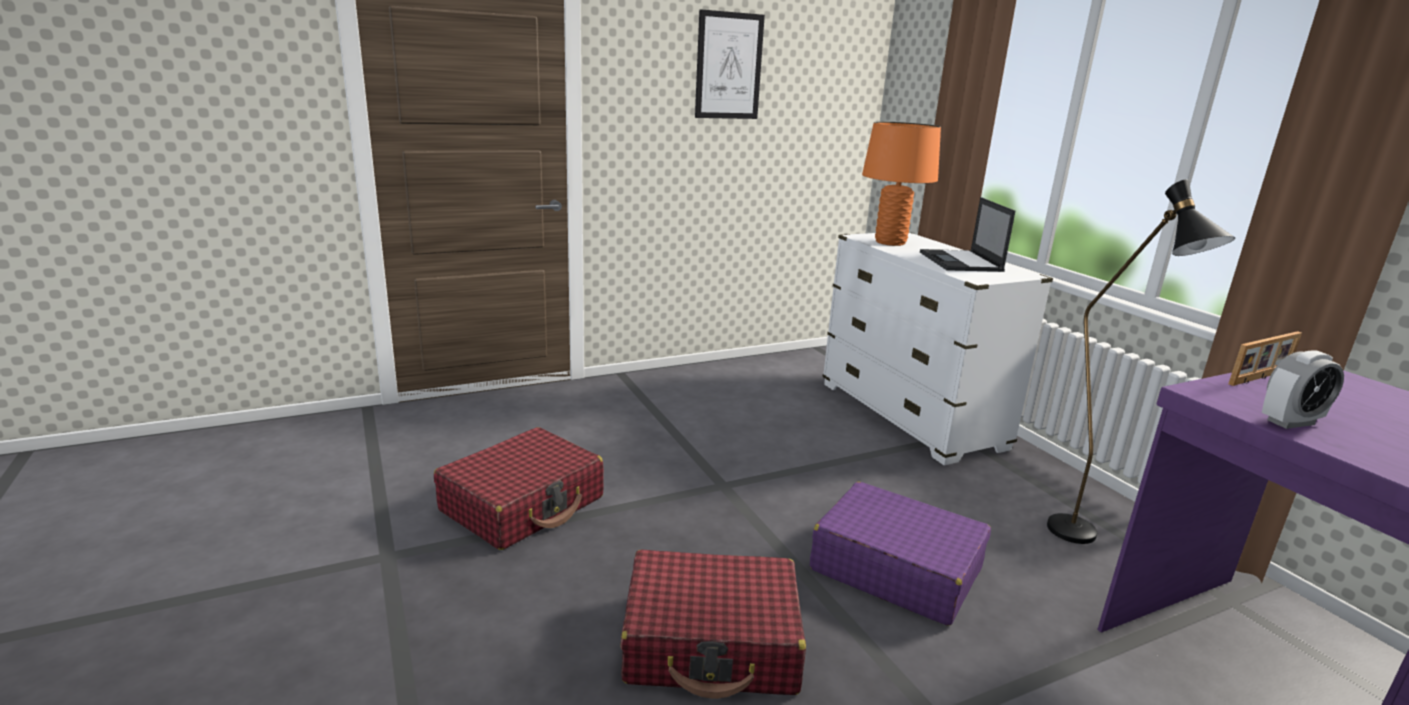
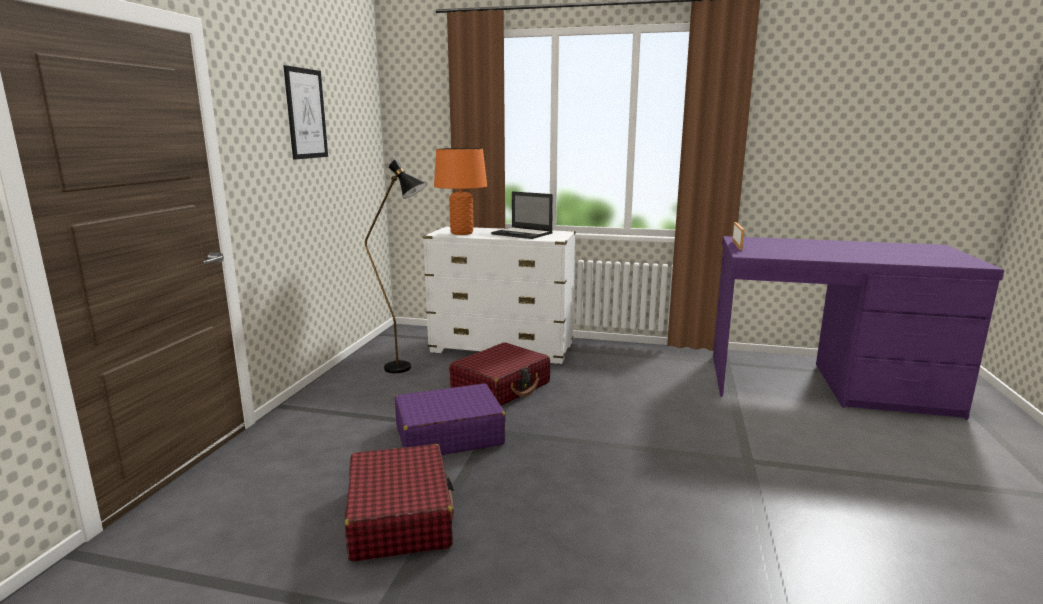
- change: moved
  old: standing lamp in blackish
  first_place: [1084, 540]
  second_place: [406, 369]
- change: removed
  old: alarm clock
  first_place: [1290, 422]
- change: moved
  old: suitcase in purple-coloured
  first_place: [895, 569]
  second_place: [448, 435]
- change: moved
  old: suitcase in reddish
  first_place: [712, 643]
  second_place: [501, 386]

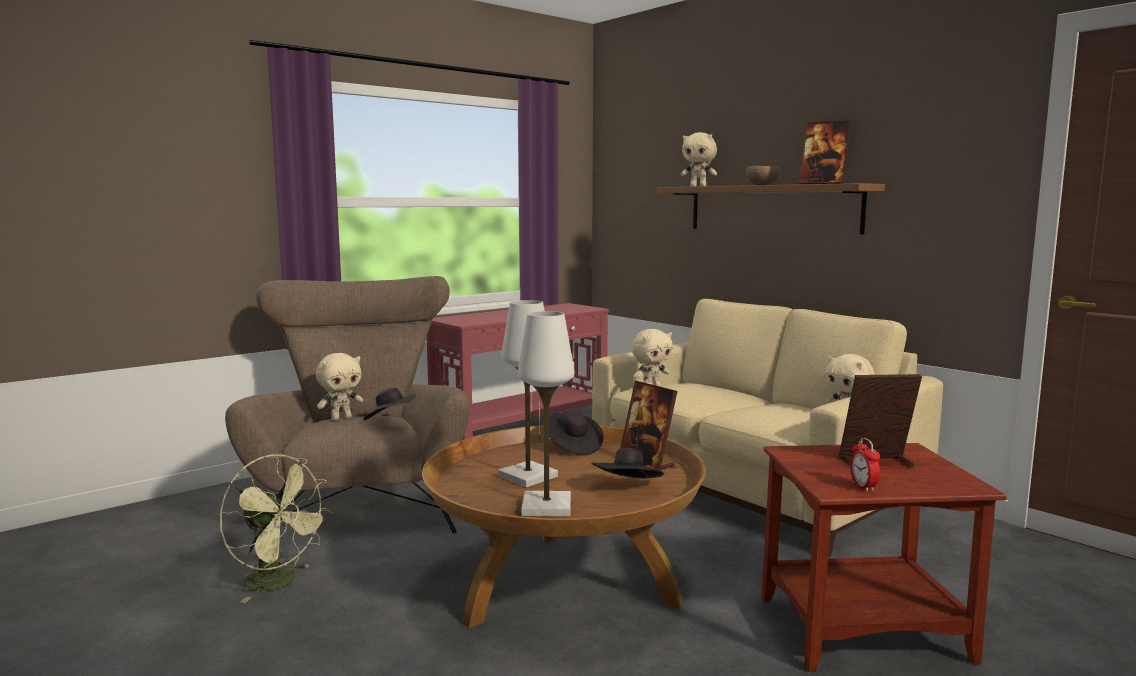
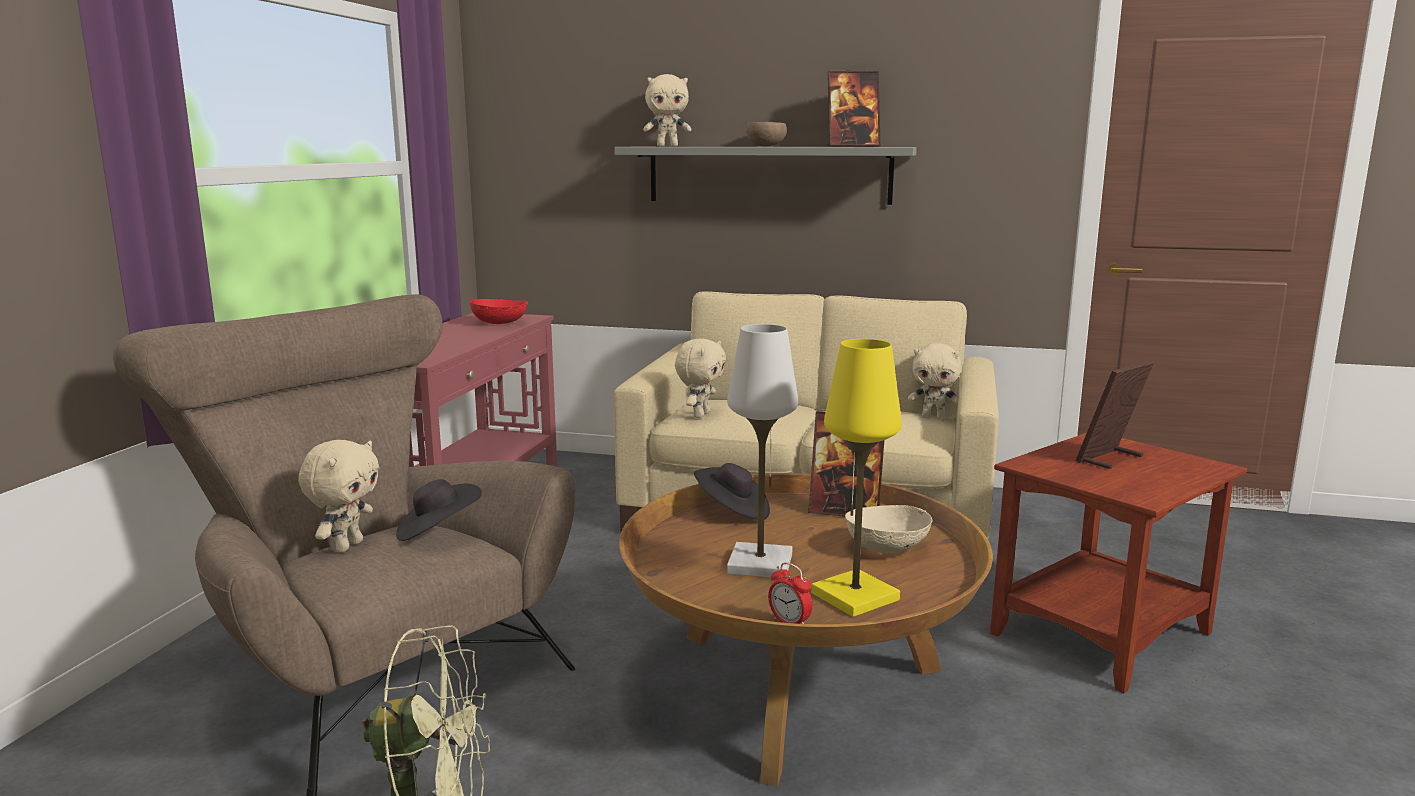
- change: recoloured
  old: bracket shelf in brown-coloured
  new: bracket shelf in gray
  first_place: [771, 208]
  second_place: [768, 174]
- change: recoloured
  old: table lamp in white-coloured
  new: table lamp in yellow
  first_place: [546, 507]
  second_place: [855, 597]
- change: moved
  old: alarm clock
  first_place: [863, 487]
  second_place: [789, 623]
- change: replaced
  old: wearable hat in blackish
  new: deep dish in sand-coloured
  first_place: [627, 488]
  second_place: [886, 548]
- change: added
  new: deep dish in reddish
  second_place: [500, 323]

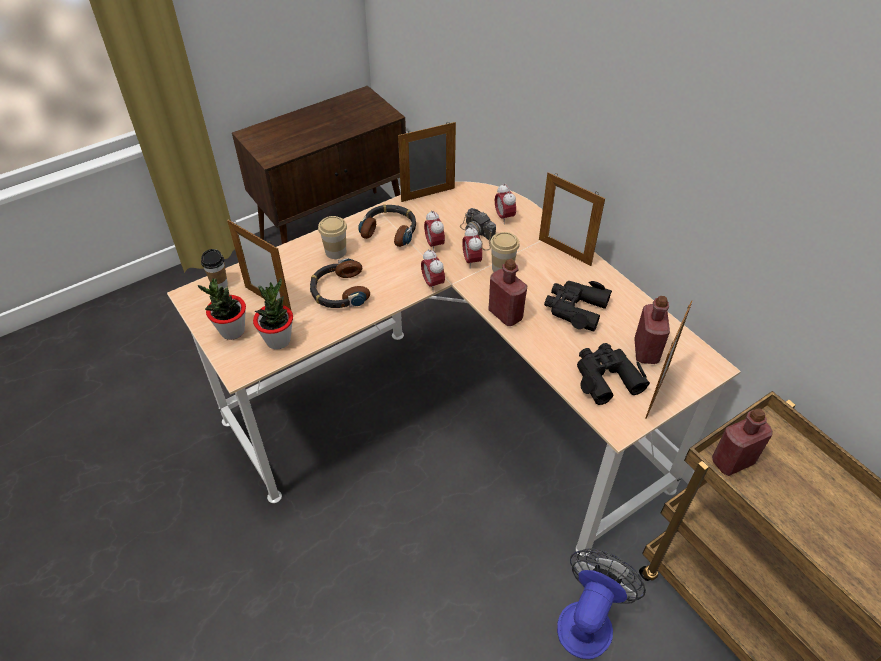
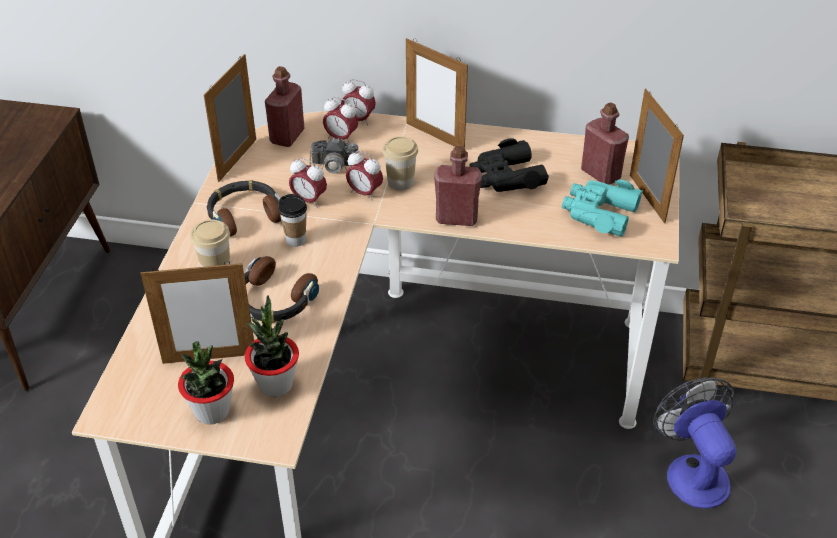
- change: turned
  old: standing frame
  first_place: [564, 252]
  second_place: [435, 136]
  degrees: 45
- change: moved
  old: cup
  first_place: [219, 285]
  second_place: [296, 240]
- change: moved
  old: alarm clock
  first_place: [432, 284]
  second_place: [358, 120]
- change: recoloured
  old: pair of binoculars in blackish
  new: pair of binoculars in blue-green
  first_place: [606, 377]
  second_place: [599, 213]
- change: moved
  old: beverage bottle in reddish
  first_place: [732, 461]
  second_place: [287, 136]

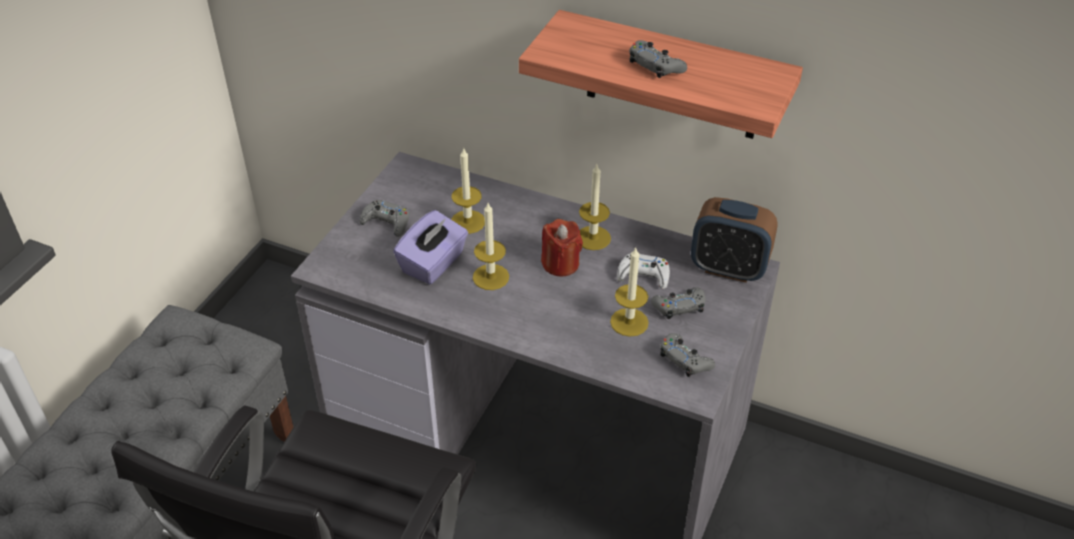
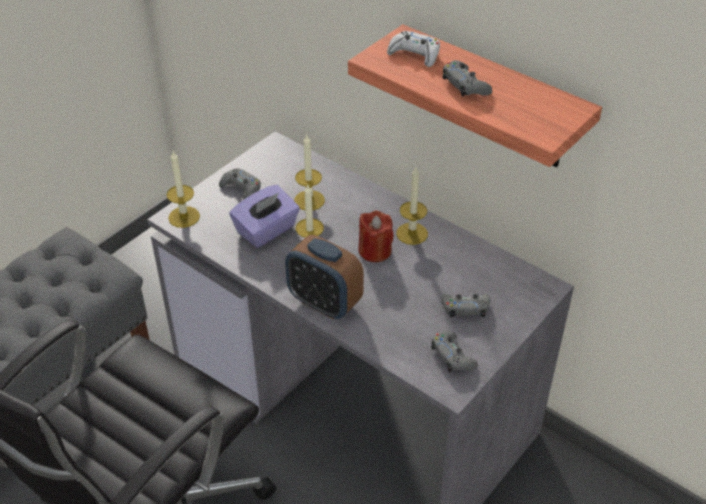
- change: moved
  old: alarm clock
  first_place: [728, 268]
  second_place: [324, 303]
- change: moved
  old: wax light
  first_place: [629, 322]
  second_place: [184, 217]
- change: moved
  old: joypad in white-coloured
  first_place: [643, 276]
  second_place: [414, 54]

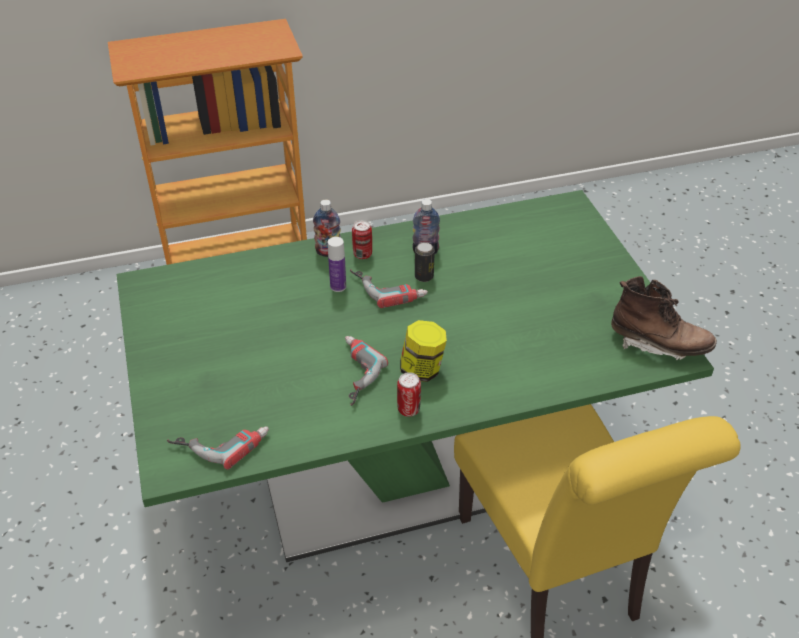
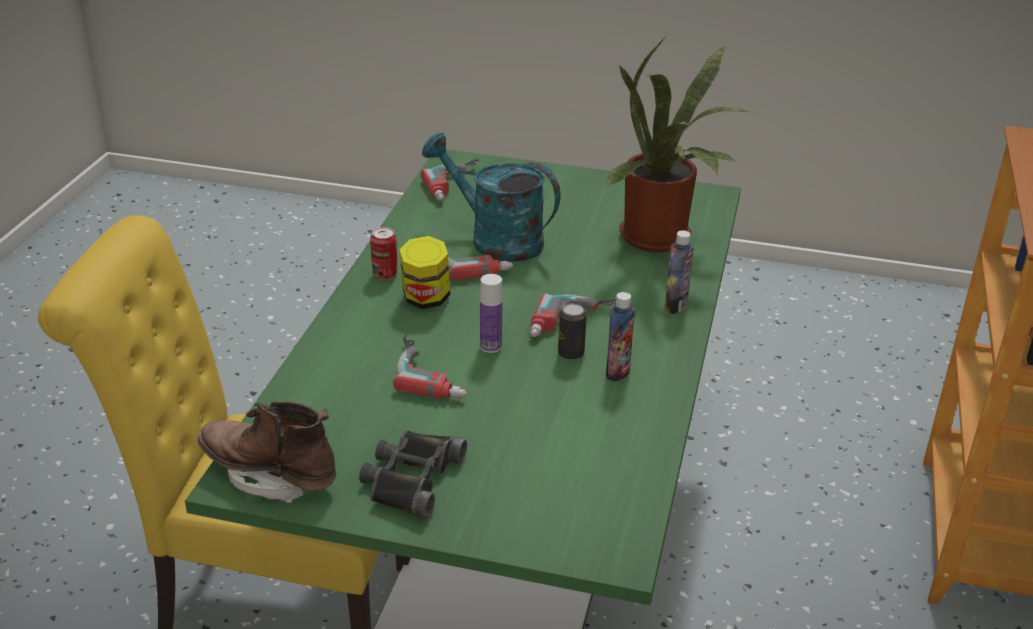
- change: removed
  old: can
  first_place: [362, 254]
- change: moved
  old: beverage bottle
  first_place: [338, 286]
  second_place: [490, 346]
- change: turned
  old: high-top boot in brown-coloured
  first_place: [658, 344]
  second_place: [270, 475]
  degrees: 60
- change: added
  new: houseplant
  second_place: [661, 240]
- change: added
  new: watering pot in blue-green
  second_place: [495, 239]
- change: added
  new: electric drill
  second_place: [433, 372]
- change: added
  new: pair of binoculars in blackish
  second_place: [410, 479]

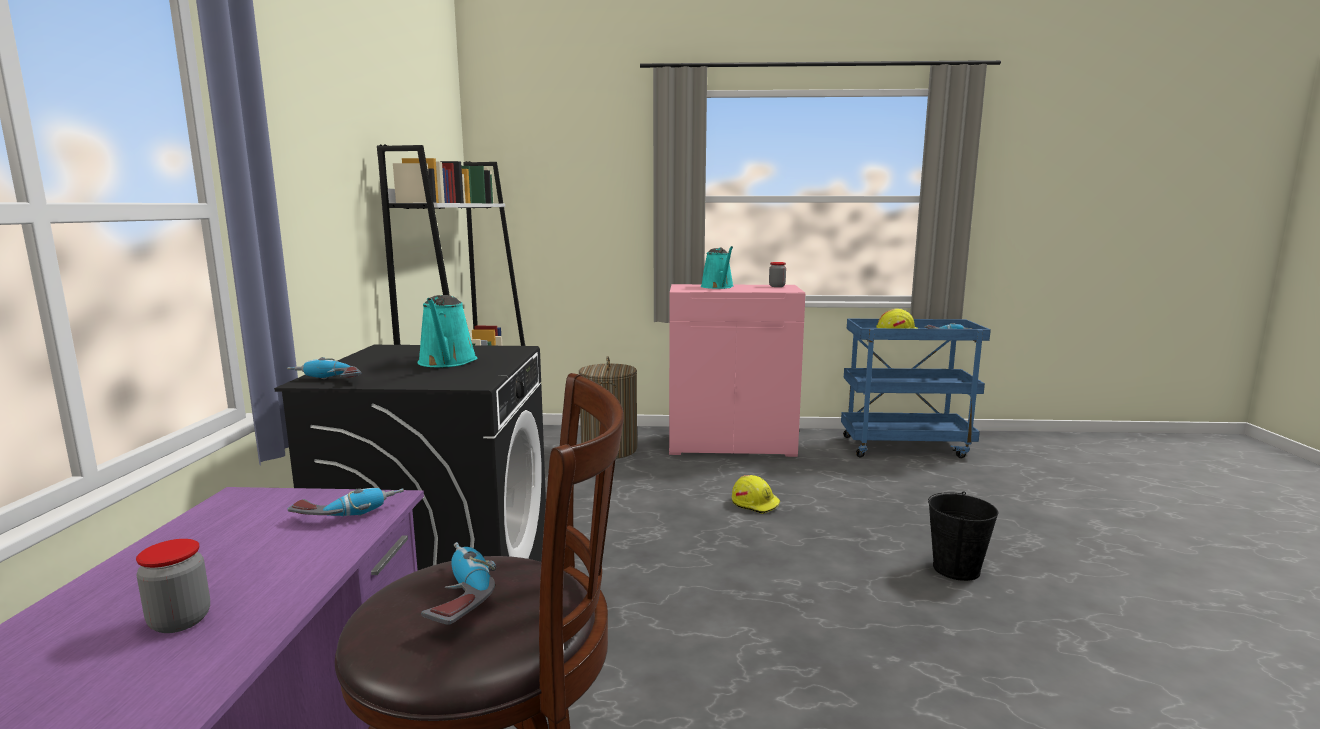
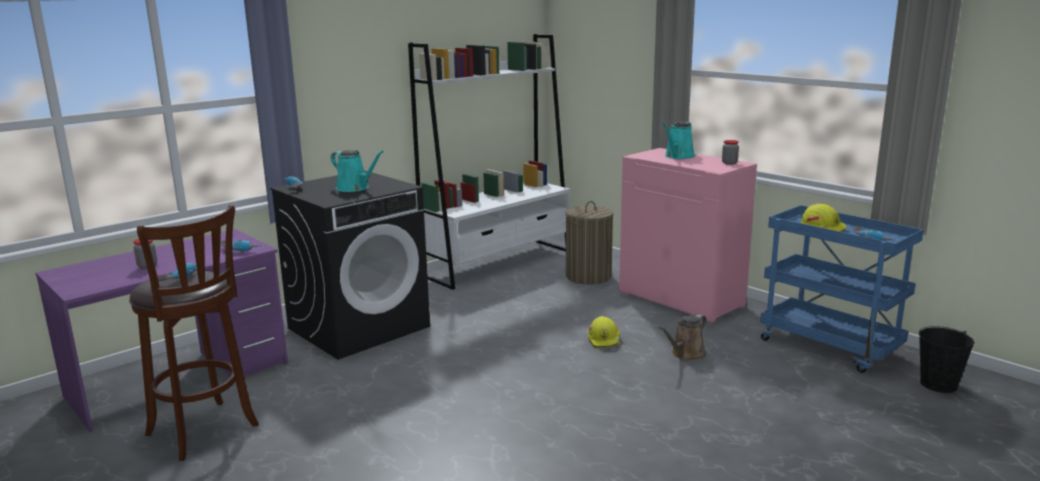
- change: turned
  old: watering pot in blue-green
  first_place: [447, 362]
  second_place: [355, 188]
  degrees: -90
- change: moved
  old: bucket in blackish
  first_place: [956, 569]
  second_place: [938, 384]
- change: added
  new: watering pot in brown-coloured
  second_place: [686, 354]

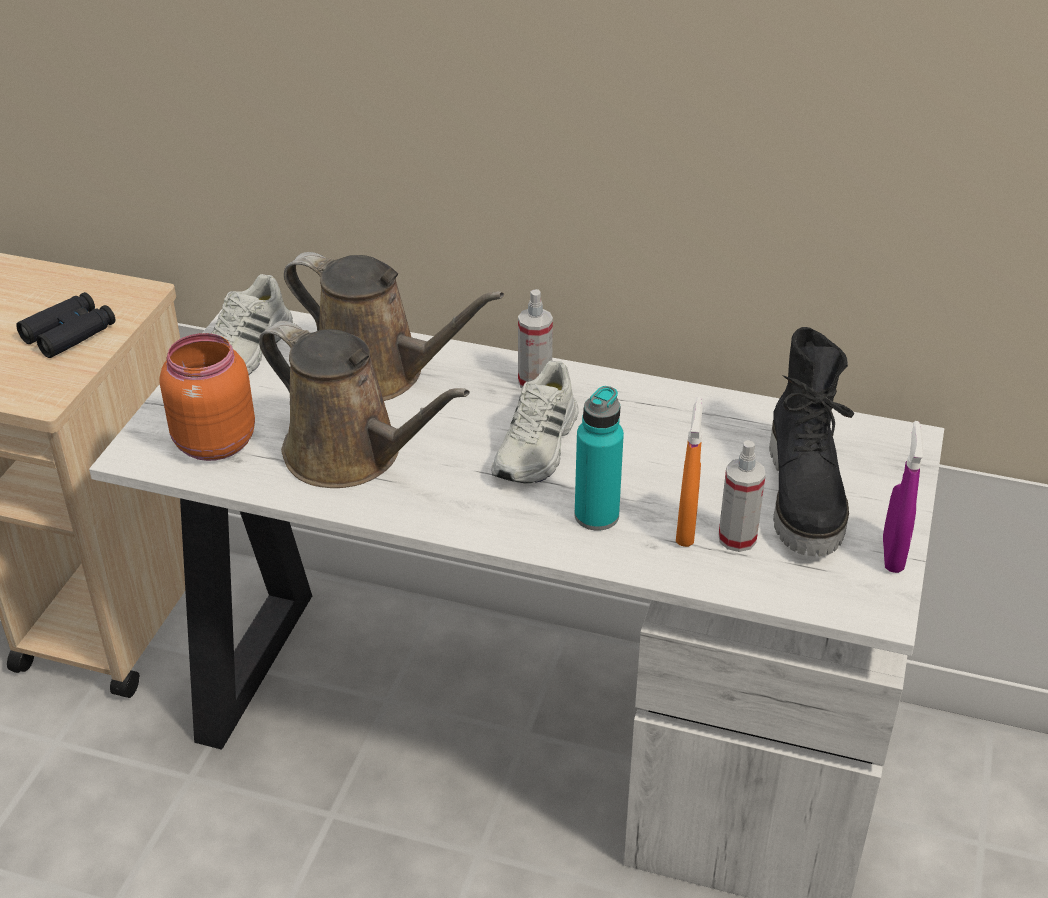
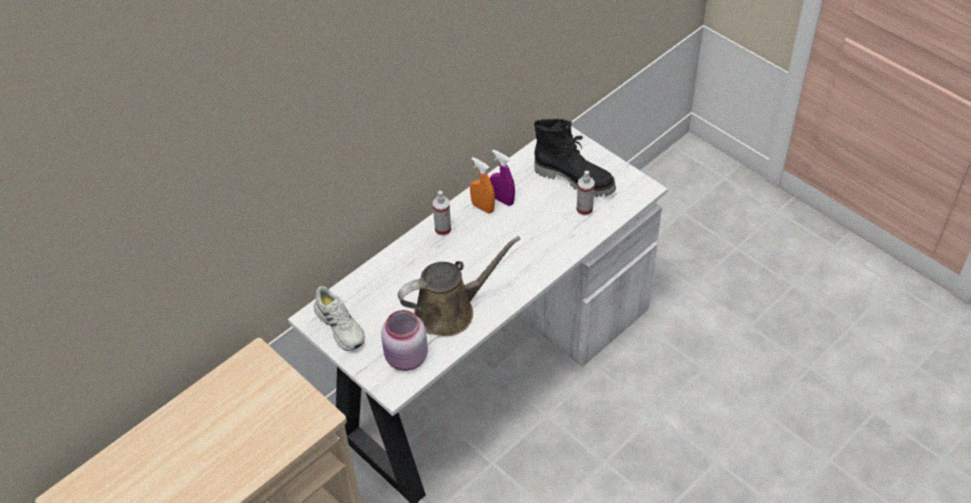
- change: removed
  old: watering pot in brown-coloured
  first_place: [378, 374]
- change: removed
  old: pair of binoculars in blackish
  first_place: [69, 333]
- change: recoloured
  old: storage jar in orangey
  new: storage jar in pinkish
  first_place: [212, 443]
  second_place: [406, 359]
- change: removed
  old: item of footwear in white-coloured
  first_place: [538, 446]
- change: removed
  old: beverage bottle in blue-green
  first_place: [596, 516]
- change: moved
  old: spray bottle in orangey
  first_place: [686, 529]
  second_place: [482, 207]
- change: moved
  old: spray bottle in purple-coloured
  first_place: [892, 555]
  second_place: [502, 200]

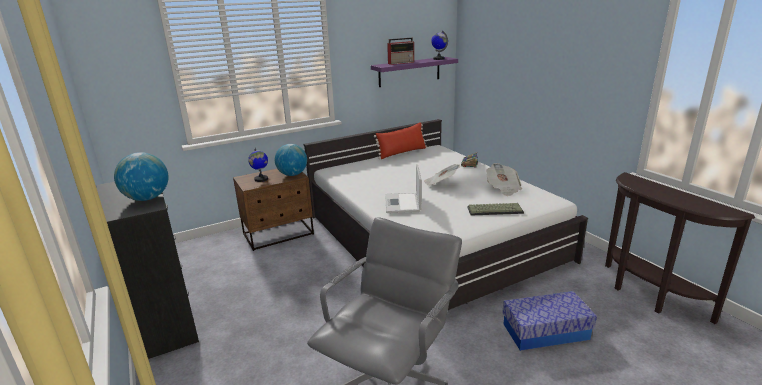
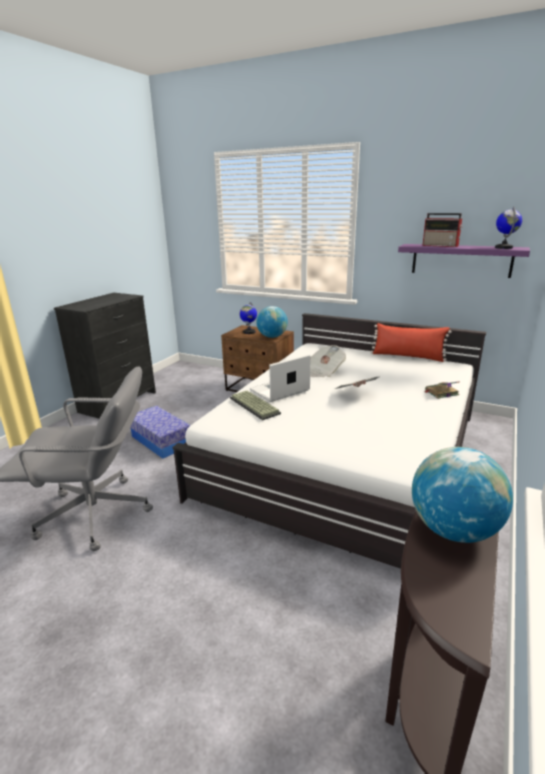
- change: moved
  old: world globe
  first_place: [147, 198]
  second_place: [453, 530]
- change: moved
  old: printed paper
  first_place: [503, 188]
  second_place: [324, 372]
- change: moved
  old: computer keyboard
  first_place: [495, 210]
  second_place: [255, 405]
- change: moved
  old: storage box
  first_place: [545, 331]
  second_place: [160, 441]

